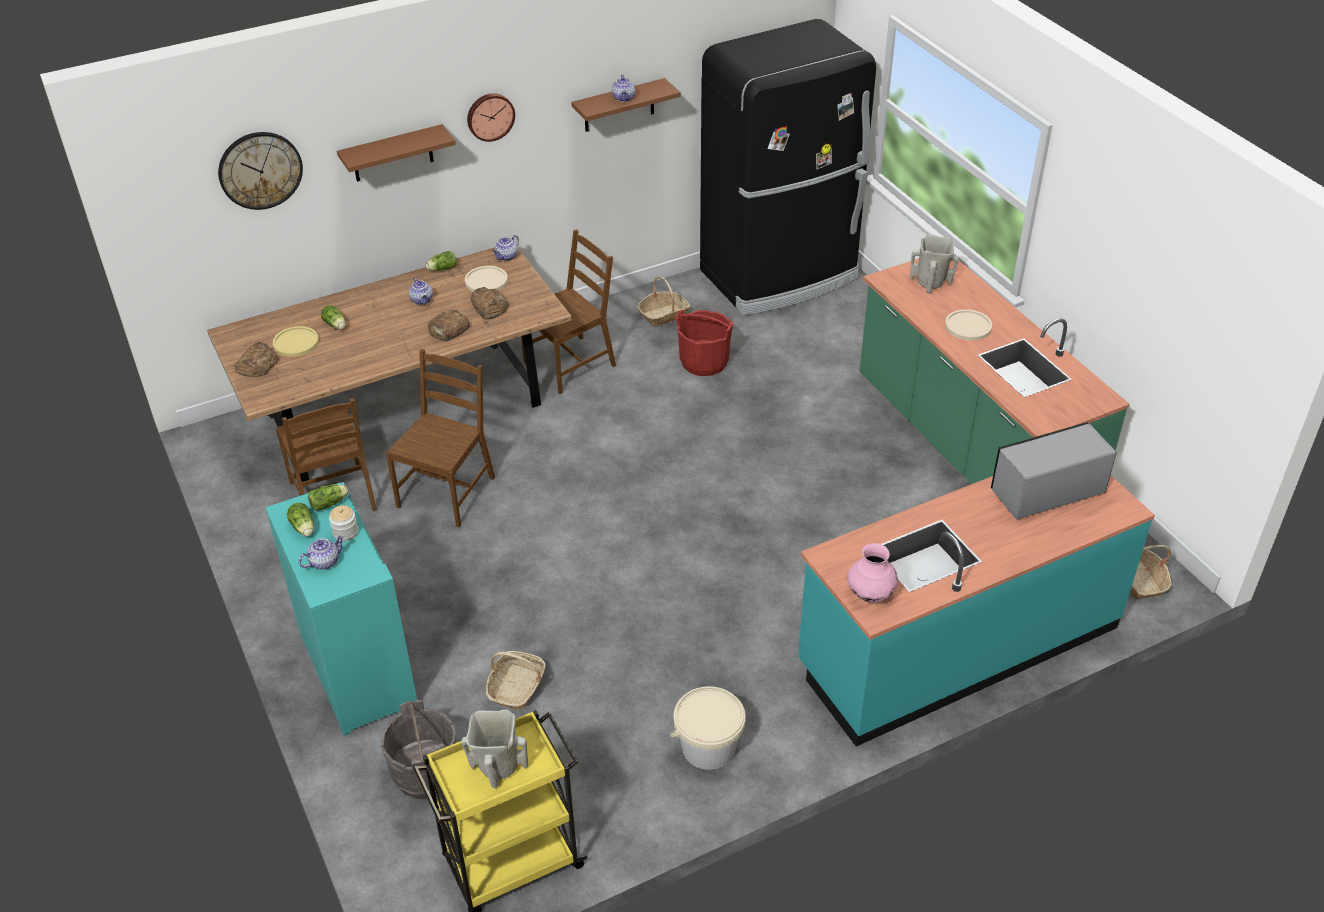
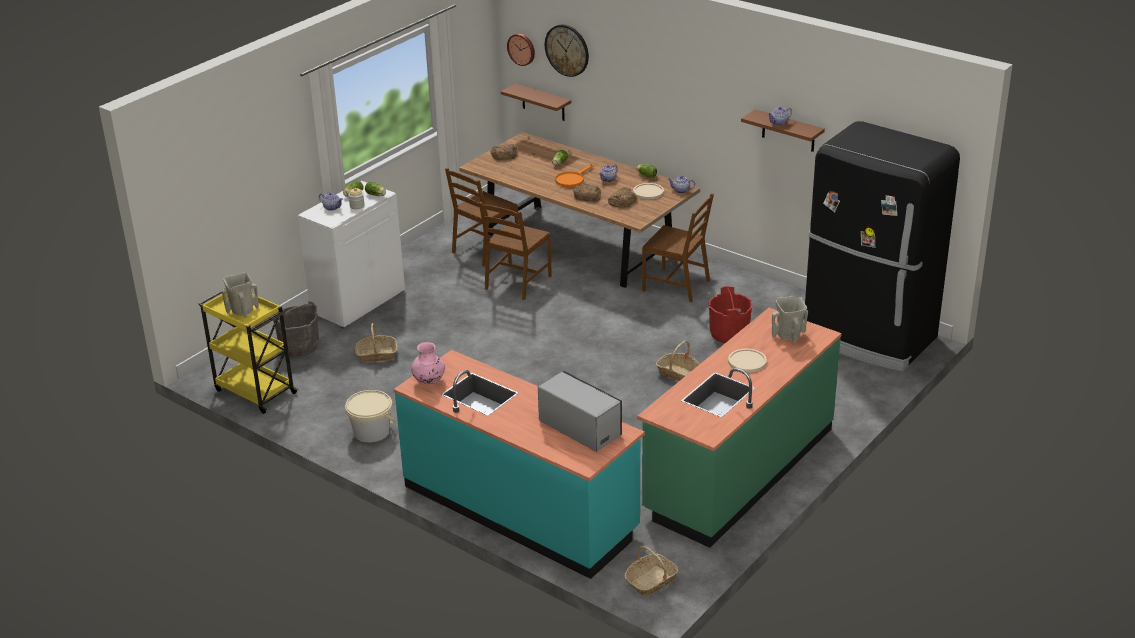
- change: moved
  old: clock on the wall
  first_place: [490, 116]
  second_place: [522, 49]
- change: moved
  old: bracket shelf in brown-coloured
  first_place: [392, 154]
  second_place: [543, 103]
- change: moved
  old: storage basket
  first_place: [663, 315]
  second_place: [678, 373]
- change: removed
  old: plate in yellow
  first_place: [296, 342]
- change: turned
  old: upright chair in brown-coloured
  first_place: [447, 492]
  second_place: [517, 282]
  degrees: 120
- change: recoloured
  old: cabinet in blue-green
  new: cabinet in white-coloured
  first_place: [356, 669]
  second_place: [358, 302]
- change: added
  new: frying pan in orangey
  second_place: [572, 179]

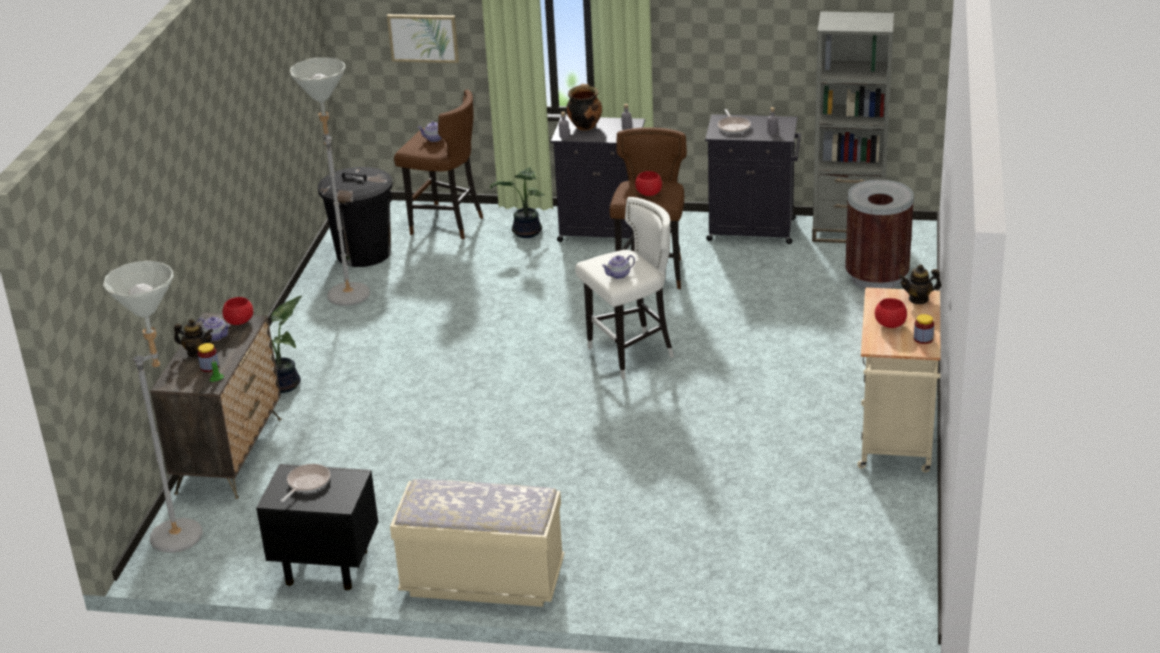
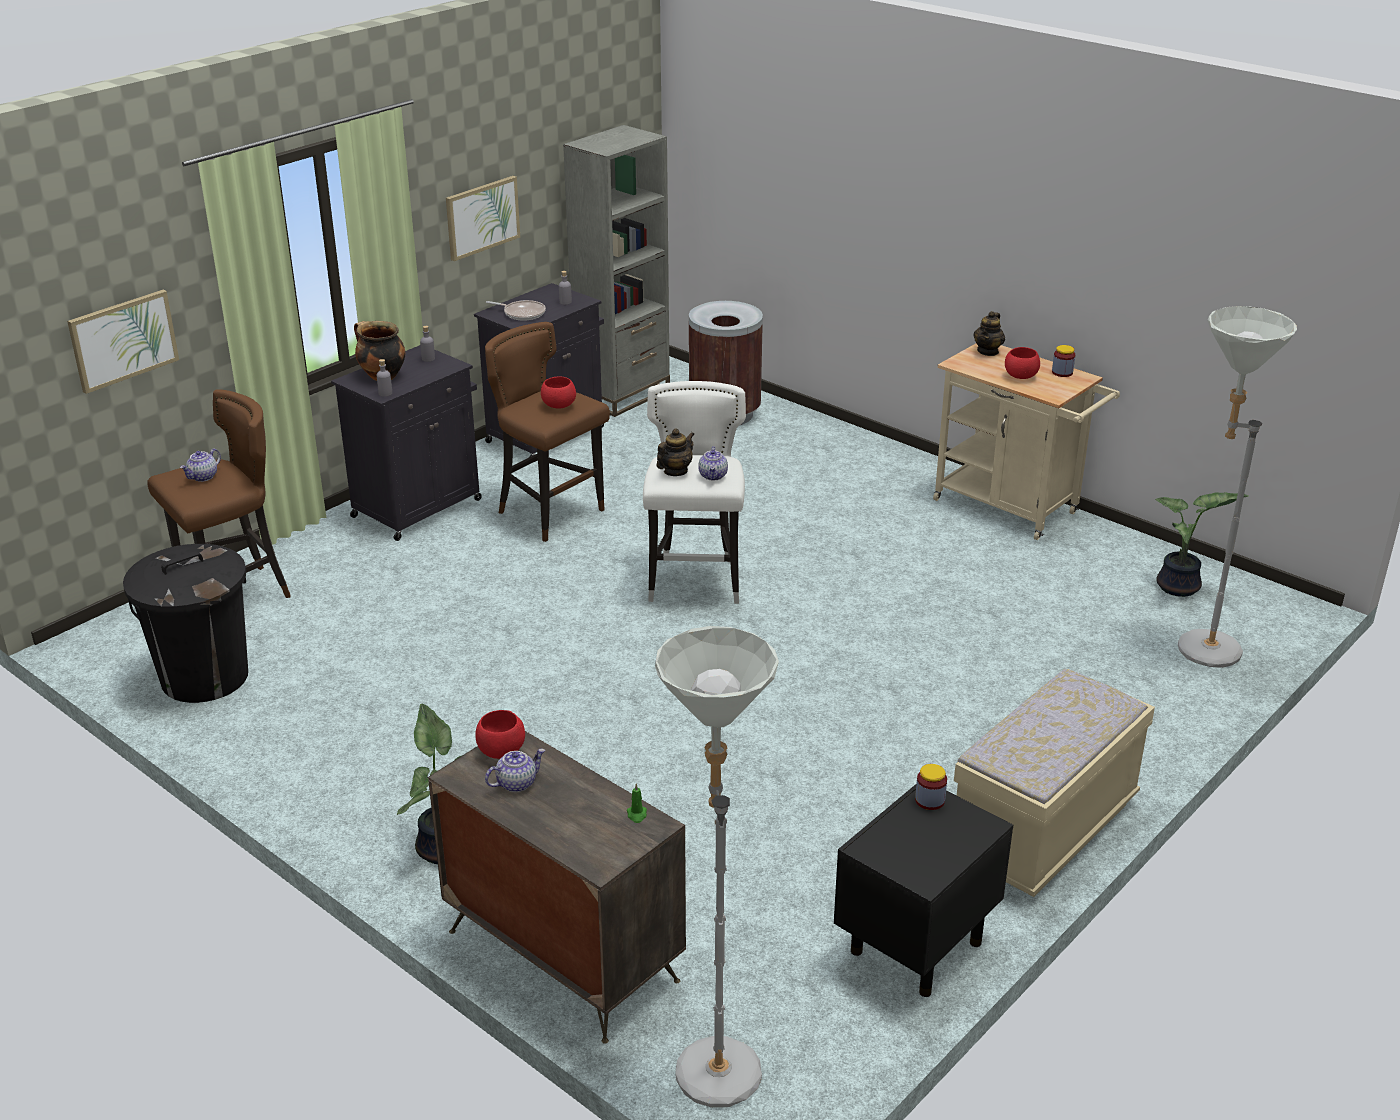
- change: moved
  old: standing lamp in gray
  first_place: [347, 291]
  second_place: [1195, 647]
- change: moved
  old: houseplant
  first_place: [526, 233]
  second_place: [1180, 588]
- change: moved
  old: pot for tea
  first_place: [197, 352]
  second_place: [675, 471]
- change: moved
  old: storage jar
  first_place: [209, 367]
  second_place: [930, 800]
- change: removed
  old: frying pan
  first_place: [307, 483]
- change: added
  new: wall picture
  second_place: [482, 217]

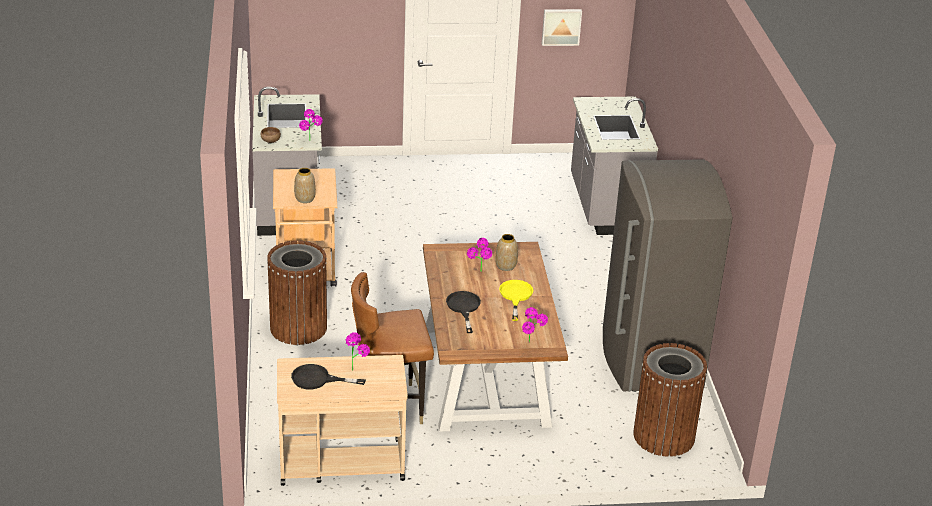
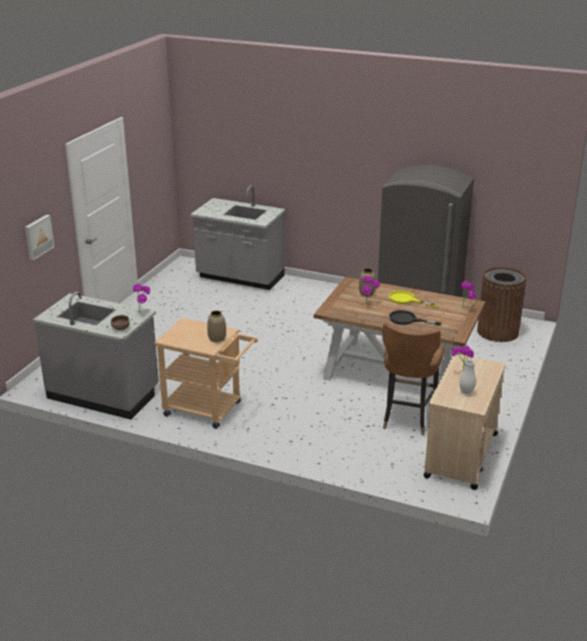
- change: moved
  old: wall picture
  first_place: [561, 26]
  second_place: [38, 236]
- change: removed
  old: rubbish bin in brown-coloured
  first_place: [298, 328]
- change: replaced
  old: frying pan in blackish
  new: decorative vase in white-coloured
  first_place: [317, 379]
  second_place: [466, 392]

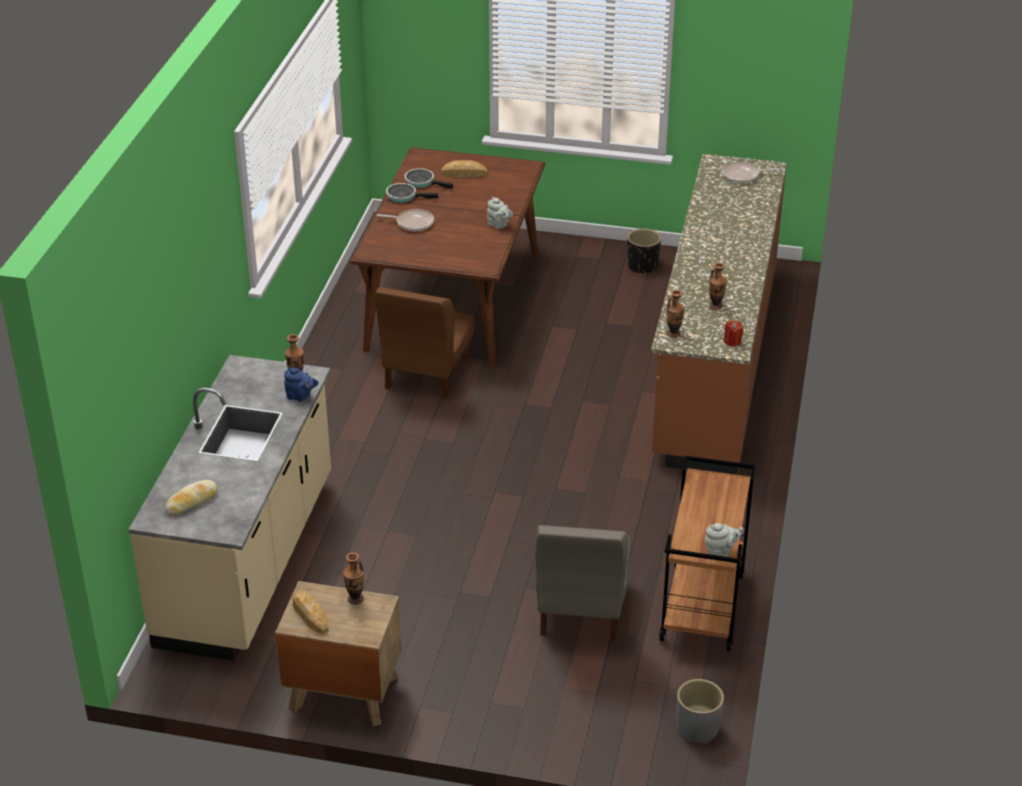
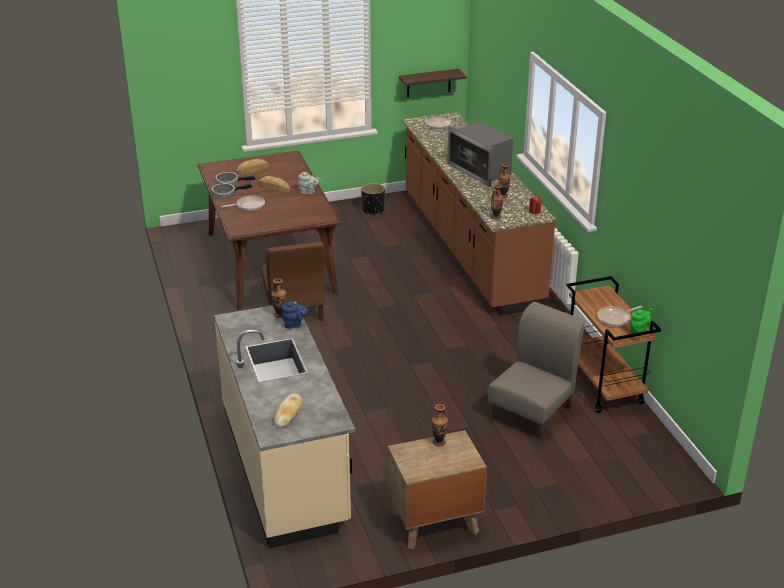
- change: recoloured
  old: pot for tea in gray
  new: pot for tea in greenish
  first_place: [720, 552]
  second_place: [639, 330]
- change: turned
  old: upright chair in gray
  first_place: [580, 608]
  second_place: [532, 412]
  degrees: -120
- change: moved
  old: bakery bread
  first_place: [310, 615]
  second_place: [274, 187]
- change: removed
  old: planter in gray
  first_place: [697, 729]
- change: added
  new: bracket shelf
  second_place: [428, 83]
- change: added
  new: microwave oven
  second_place: [480, 170]
- change: added
  new: frying pan
  second_place: [615, 318]

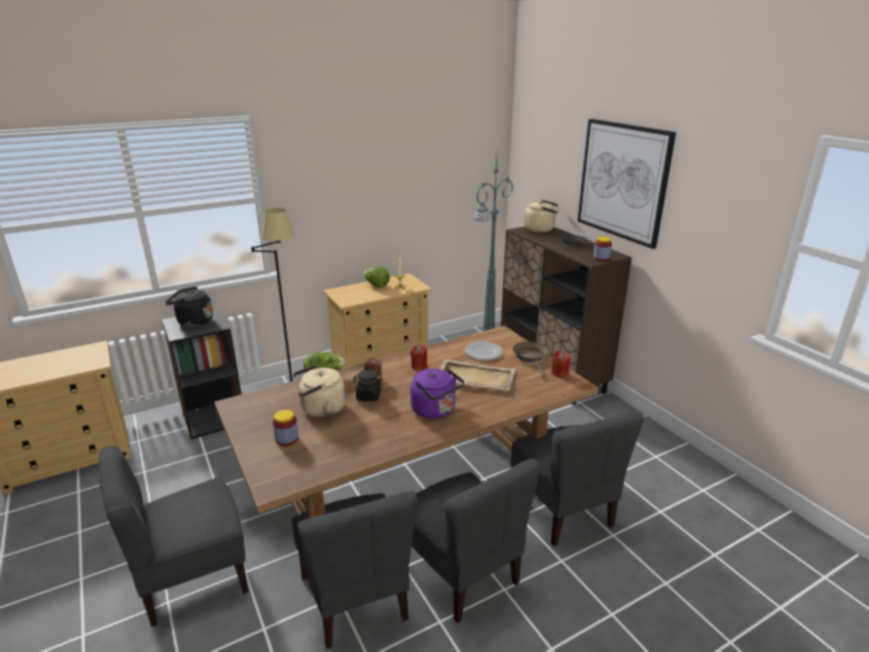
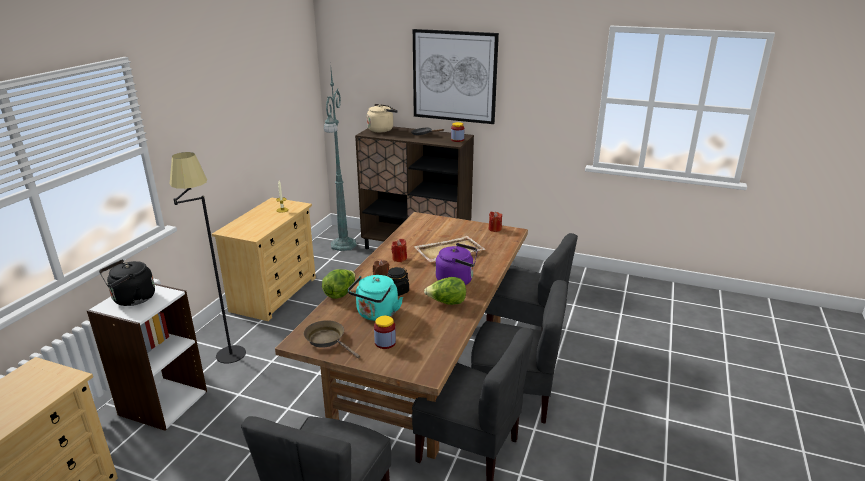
- change: moved
  old: lettuce head
  first_place: [376, 285]
  second_place: [446, 303]
- change: recoloured
  old: shelving unit in blackish
  new: shelving unit in white-coloured
  first_place: [214, 417]
  second_place: [162, 402]
- change: removed
  old: plate
  first_place: [483, 352]
- change: moved
  old: frying pan in brown-coloured
  first_place: [531, 358]
  second_place: [327, 340]
- change: recoloured
  old: kettle in sand-coloured
  new: kettle in blue-green
  first_place: [320, 409]
  second_place: [376, 314]

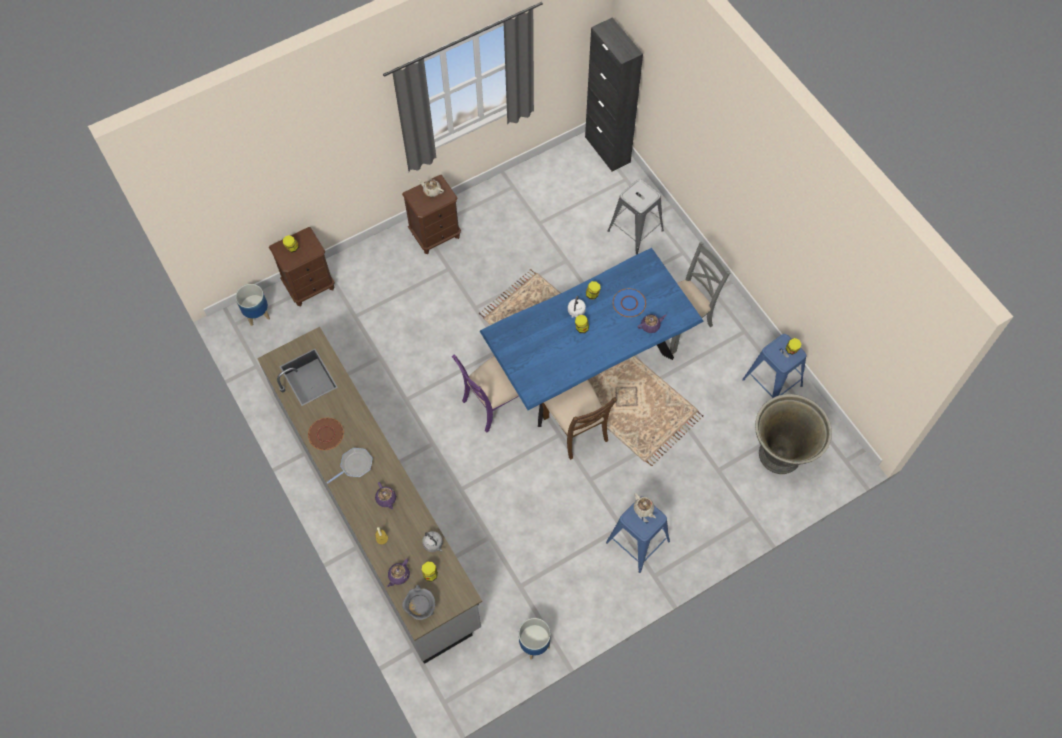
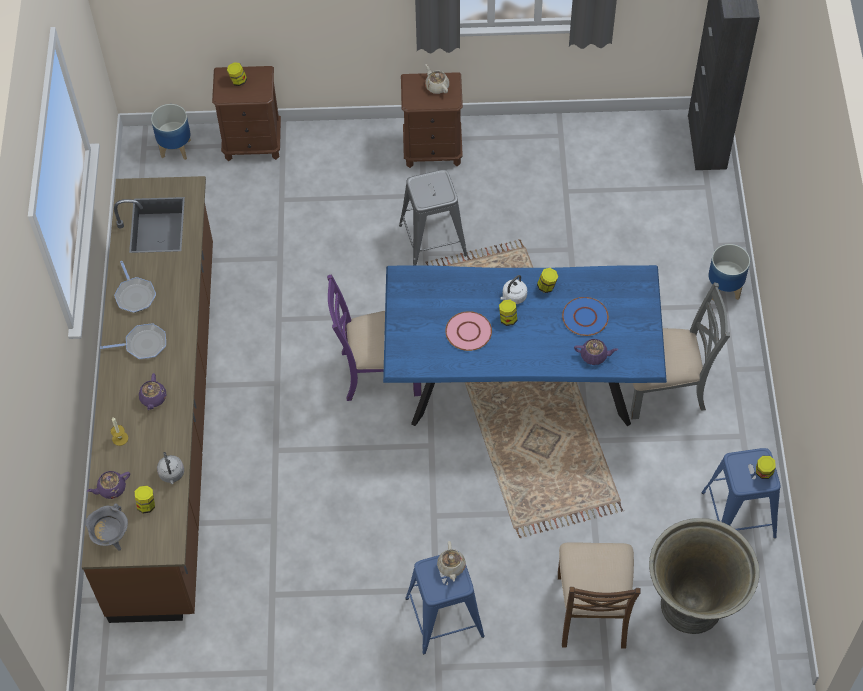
- change: moved
  old: stool seat in gray
  first_place: [635, 230]
  second_place: [432, 240]
- change: recoloured
  old: counter in gray
  new: counter in brown-coloured
  first_place: [376, 509]
  second_place: [167, 424]
- change: moved
  old: upright chair in brown-coloured
  first_place: [576, 428]
  second_place: [592, 611]
- change: replaced
  old: plate in brown-coloured
  new: frying pan
  first_place: [326, 434]
  second_place: [135, 295]
- change: moved
  old: planter
  first_place: [534, 644]
  second_place: [723, 288]
- change: added
  new: plate in pinkish
  second_place: [469, 332]

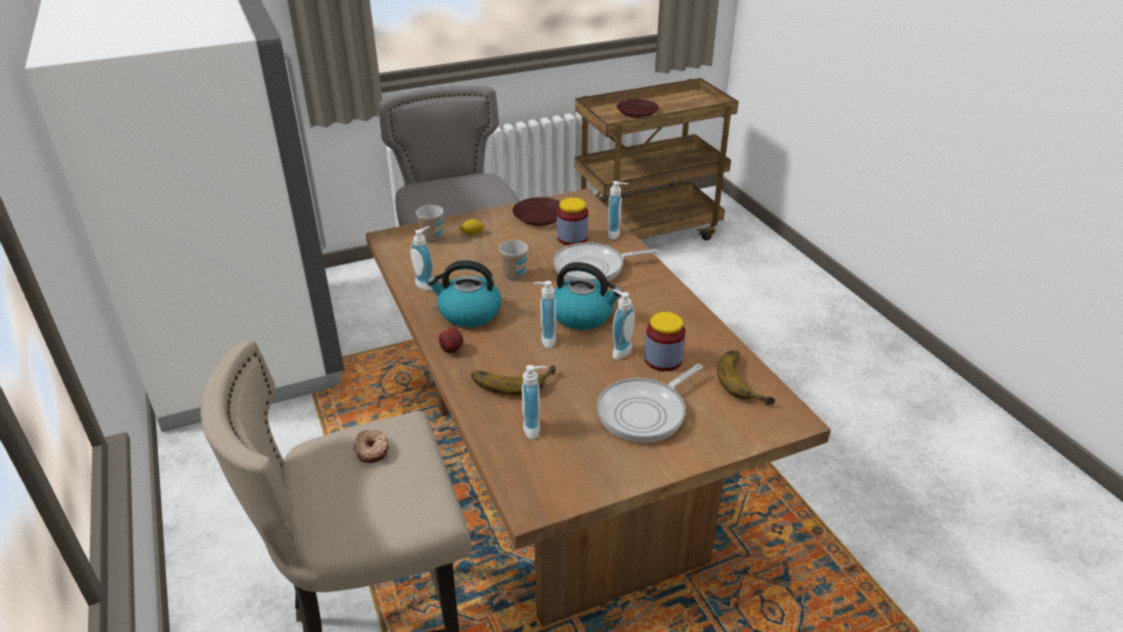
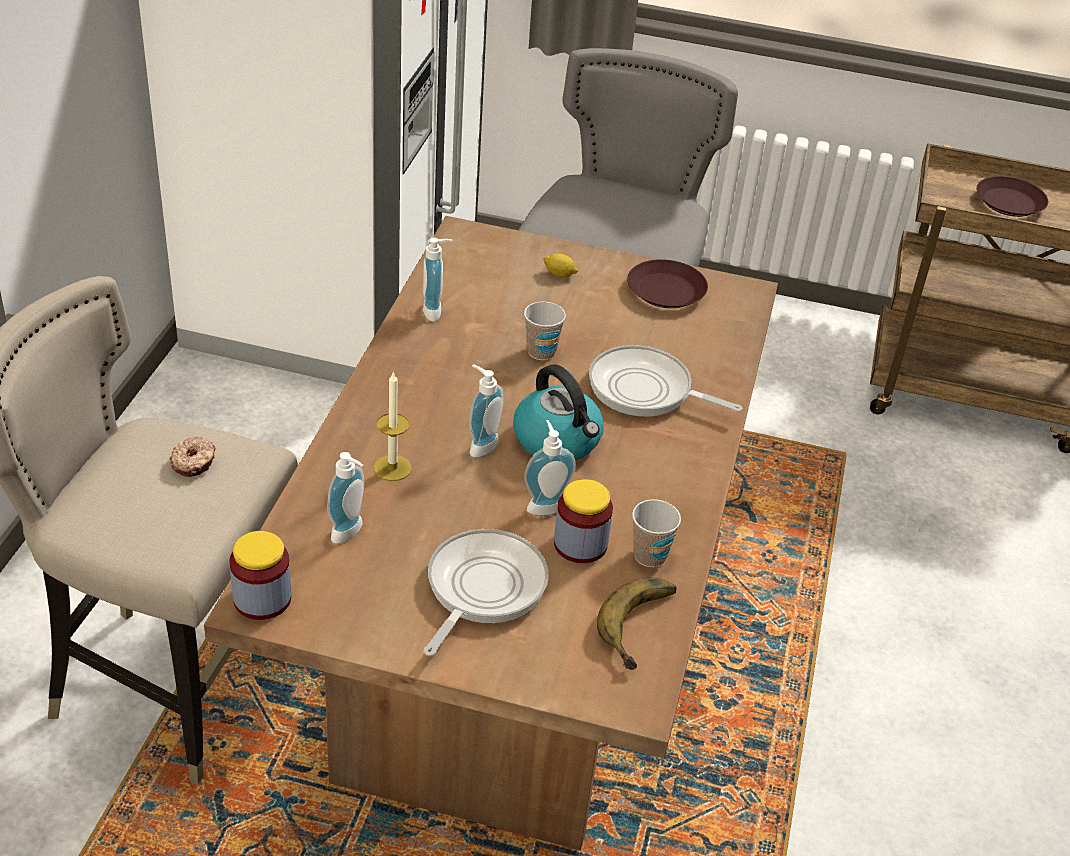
- change: removed
  old: soap bottle
  first_place: [616, 234]
- change: moved
  old: storage jar
  first_place: [572, 238]
  second_place: [262, 599]
- change: moved
  old: cup
  first_place: [432, 239]
  second_place: [649, 556]
- change: removed
  old: kettle
  first_place: [468, 313]
- change: removed
  old: whole apple
  first_place: [452, 350]
- change: turned
  old: frying pan
  first_place: [645, 412]
  second_place: [482, 589]
  degrees: 120
- change: replaced
  old: whole banana
  new: wax light
  first_place: [512, 379]
  second_place: [392, 468]

